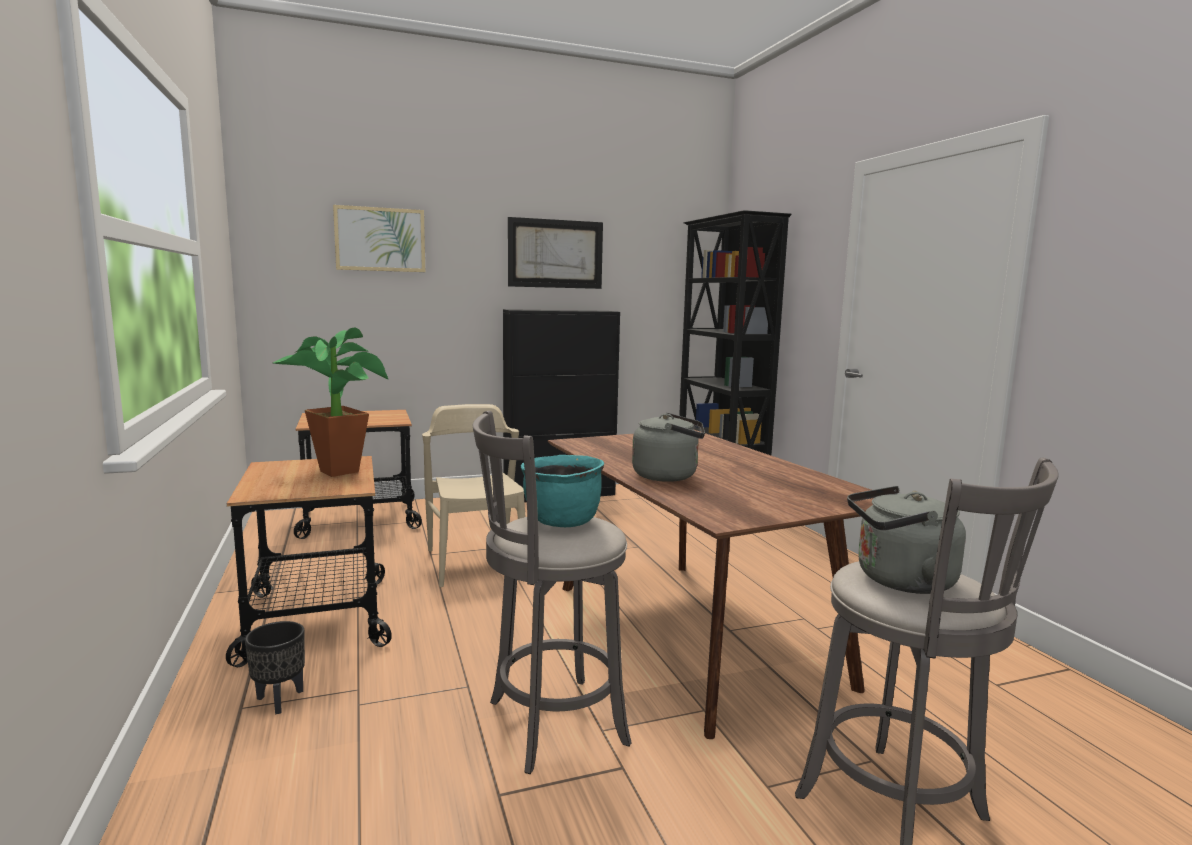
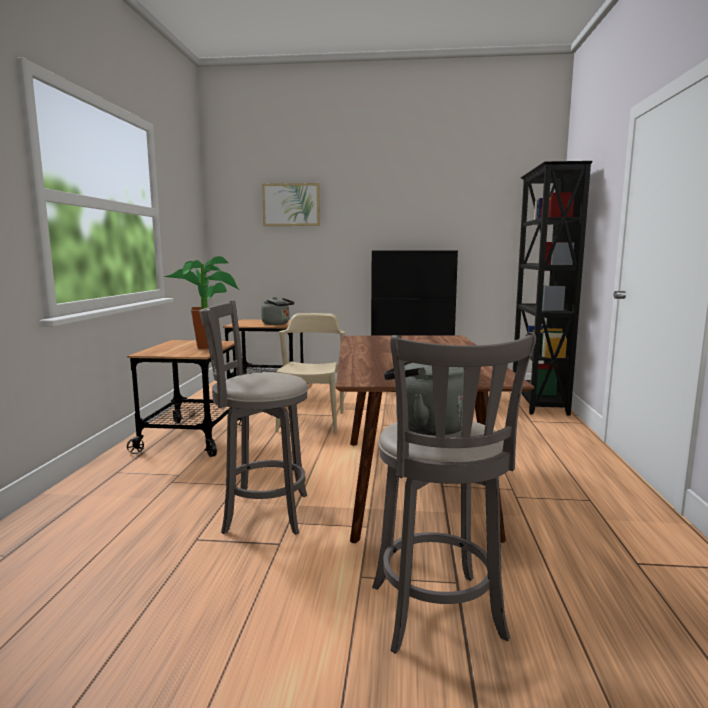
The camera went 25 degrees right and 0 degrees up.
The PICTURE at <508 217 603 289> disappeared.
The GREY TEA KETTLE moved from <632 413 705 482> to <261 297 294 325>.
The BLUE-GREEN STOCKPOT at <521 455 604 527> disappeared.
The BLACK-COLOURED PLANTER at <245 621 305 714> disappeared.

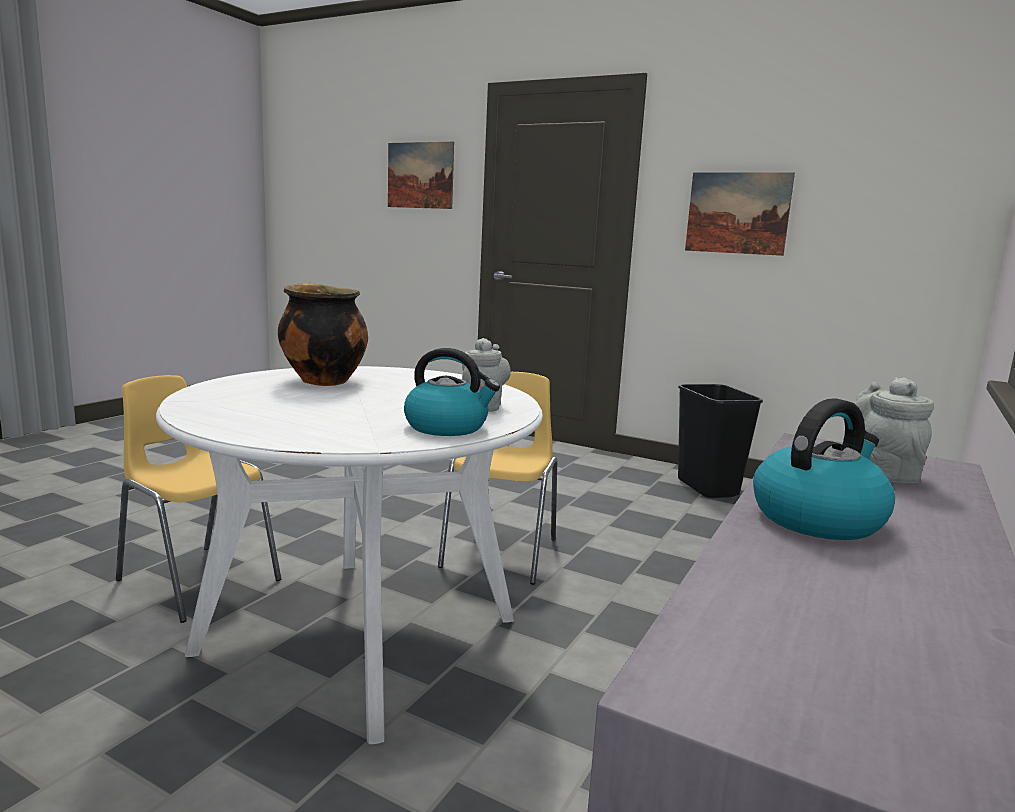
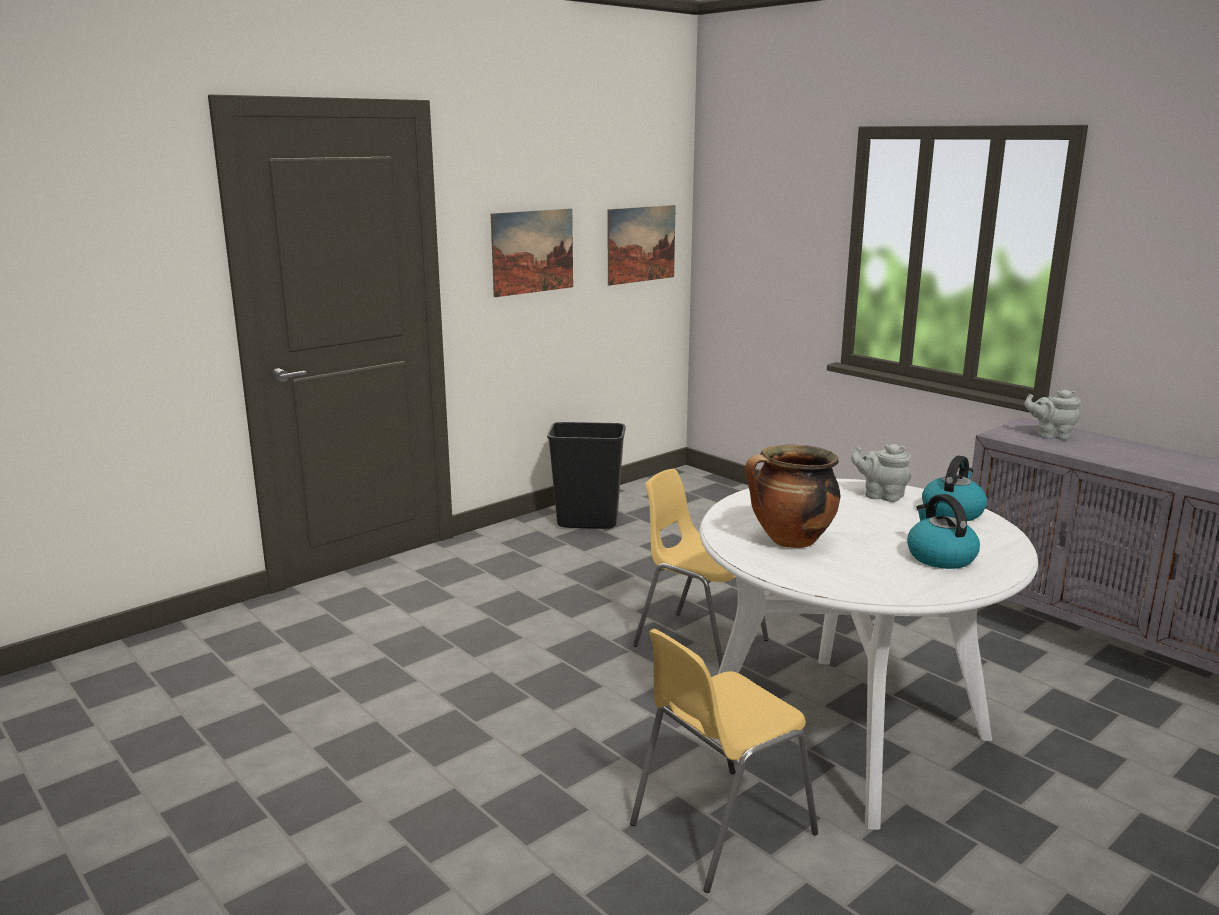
The camera went 70 degrees left and 5 degrees up.
The PICTURE moved from <388 142 454 209> to <608 205 676 286>.
The TEA KETTLE moved from <753 398 895 540> to <907 494 980 569>.

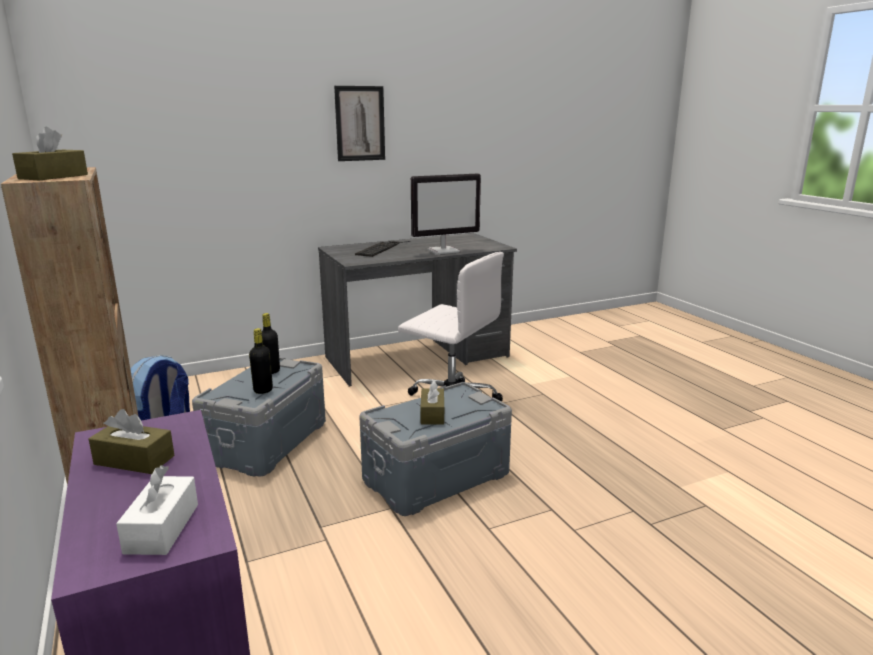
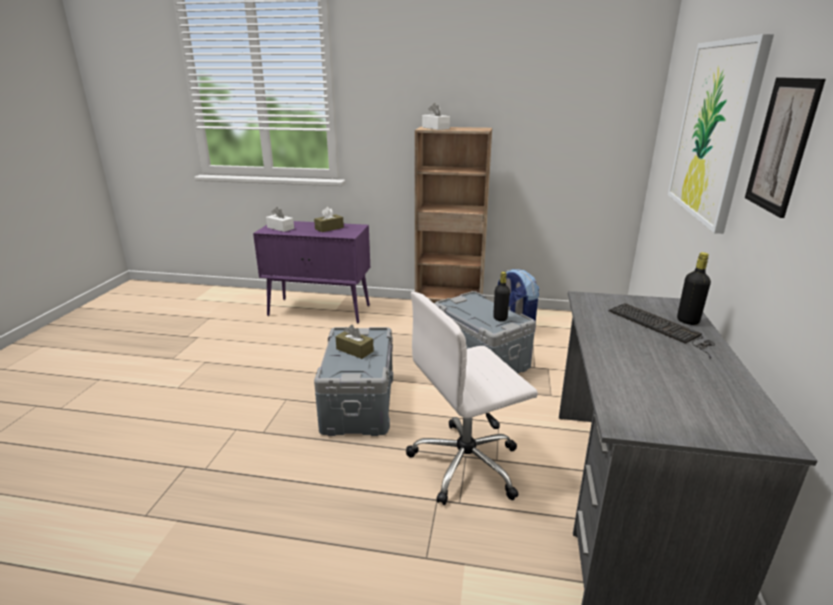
The camera went 125 degrees right and 5 degrees up.
The BROWN TISSUE HOLDER at <12 127 88 180> became the WHITE-COLOURED TISSUE HOLDER at <422 103 450 130>.
The MONITOR at <411 174 481 255> disappeared.
The BLACK-COLOURED BOTTLE moved from <249 328 273 394> to <677 252 711 325>.
The PICTURE at <668 34 774 234> appeared.

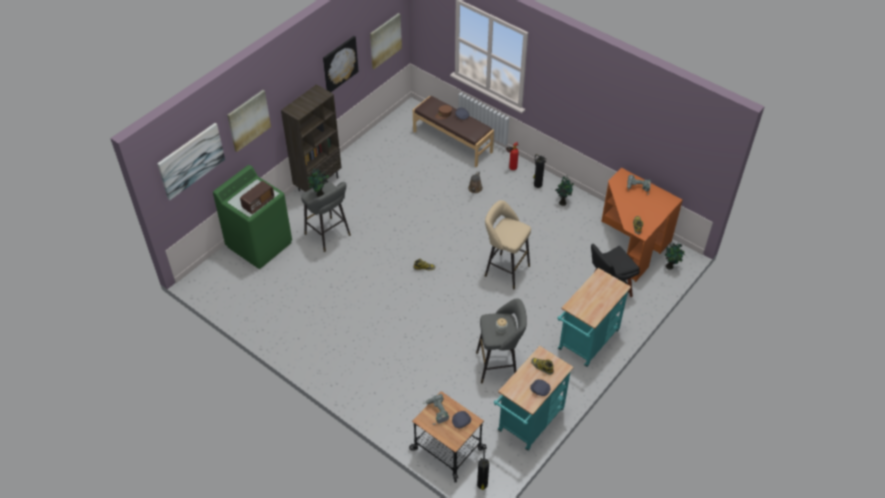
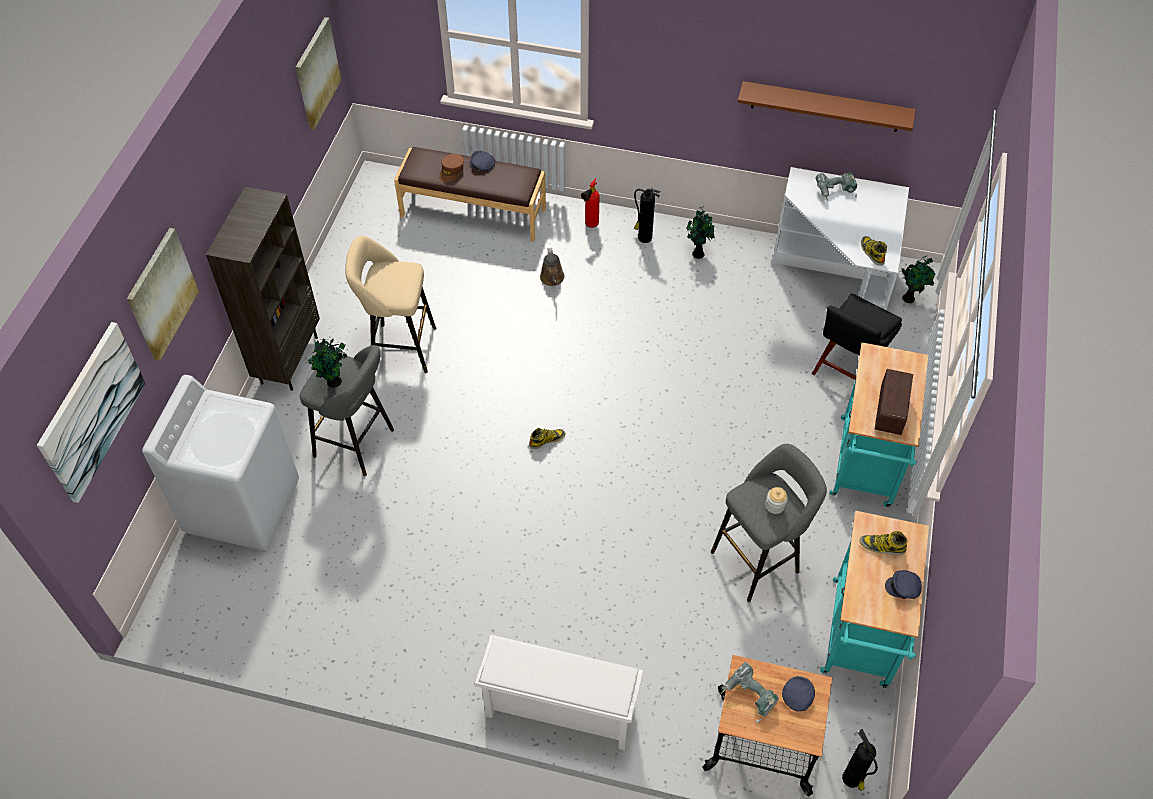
The camera went 25 degrees left and 5 degrees up.
The PICTURE at <323 36 359 92> disappeared.
The GREEN WASHING MACHINE at <213 165 292 269> became the WHITE-COLOURED WASHING MACHINE at <142 375 299 551>.
The ORANGEY DESK at <601 168 683 282> became the WHITE-COLOURED DESK at <772 167 909 310>.
The RADIO SET moved from <240 181 274 214> to <875 369 913 435>.
The BEIGE-COLOURED STOOL moved from <485 200 531 290> to <345 236 436 373>.
The BROWN BRACKET SHELF at <738 81 916 132> appeared.
The WHITE-COLOURED SHOE SHELF at <475 635 643 750> appeared.

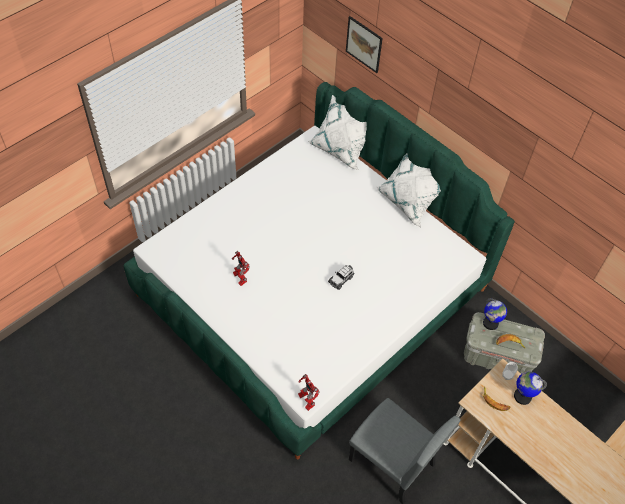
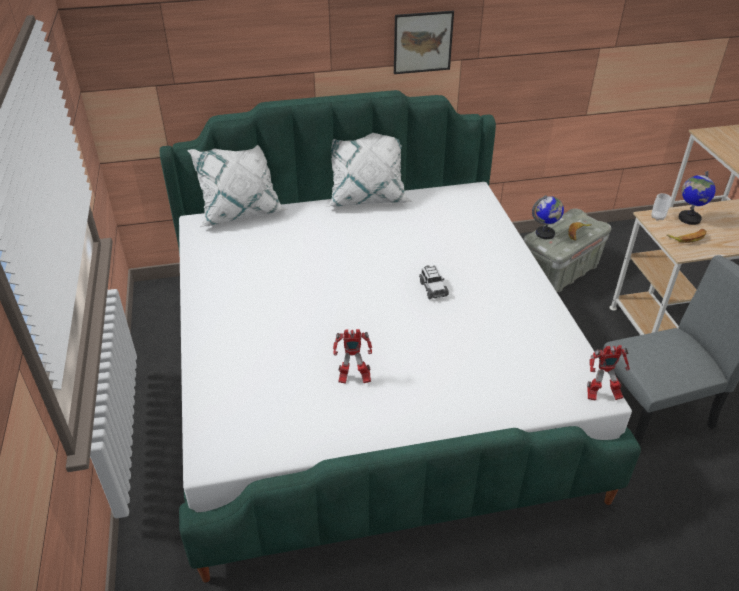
The camera went 55 degrees left and 15 degrees down.
The PICTURE moved from <346 16 383 73> to <394 11 454 74>.

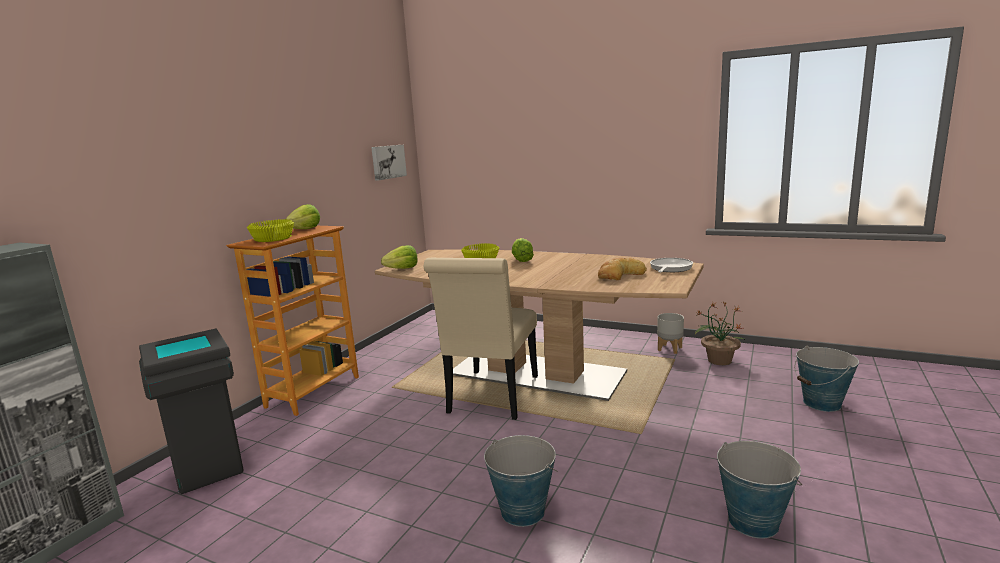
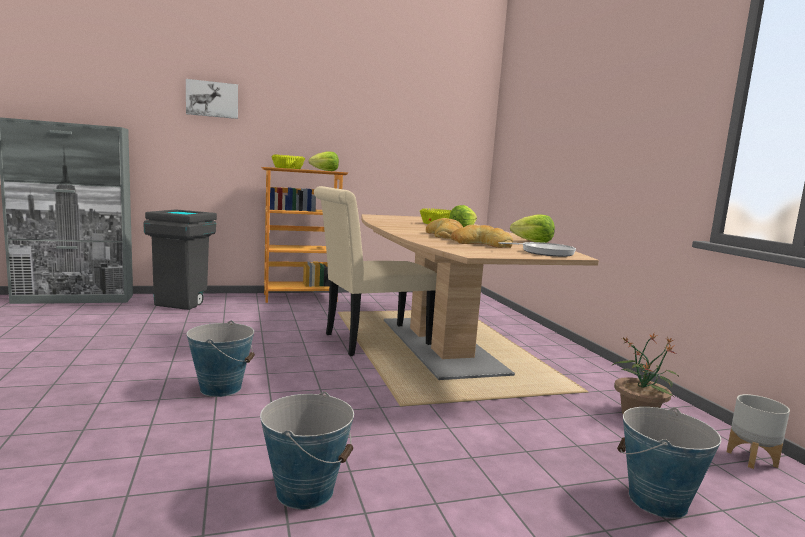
The camera went 45 degrees right and 5 degrees down.
The PICTURE moved from <371 145 407 181> to <186 79 238 119>.
The LETTUCE moved from <381 245 417 269> to <510 214 555 243>.
The GREY PLANTER moved from <657 313 684 354> to <727 394 790 469>.
The BREAD at <426 218 463 239> appeared.

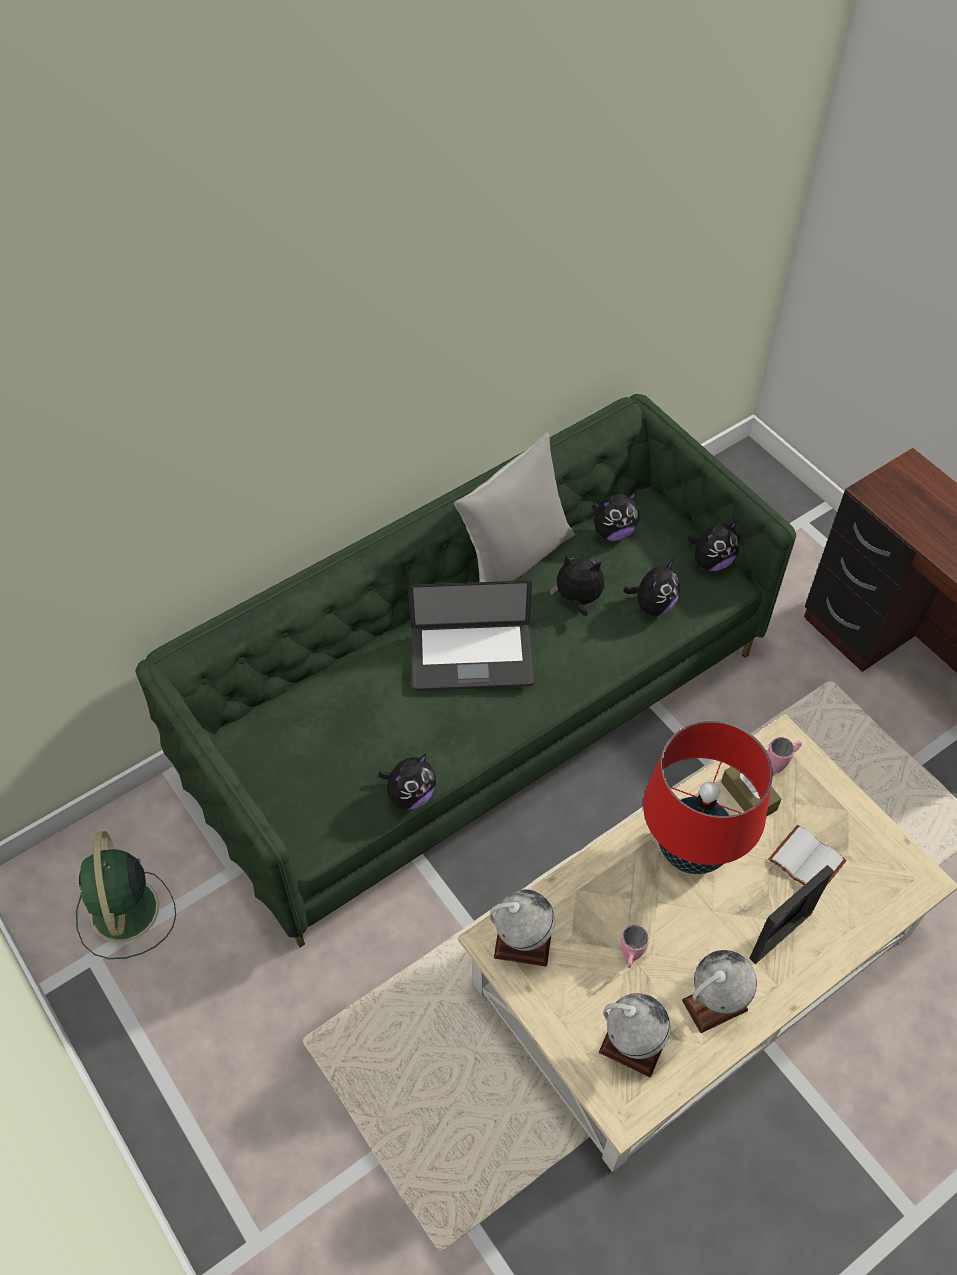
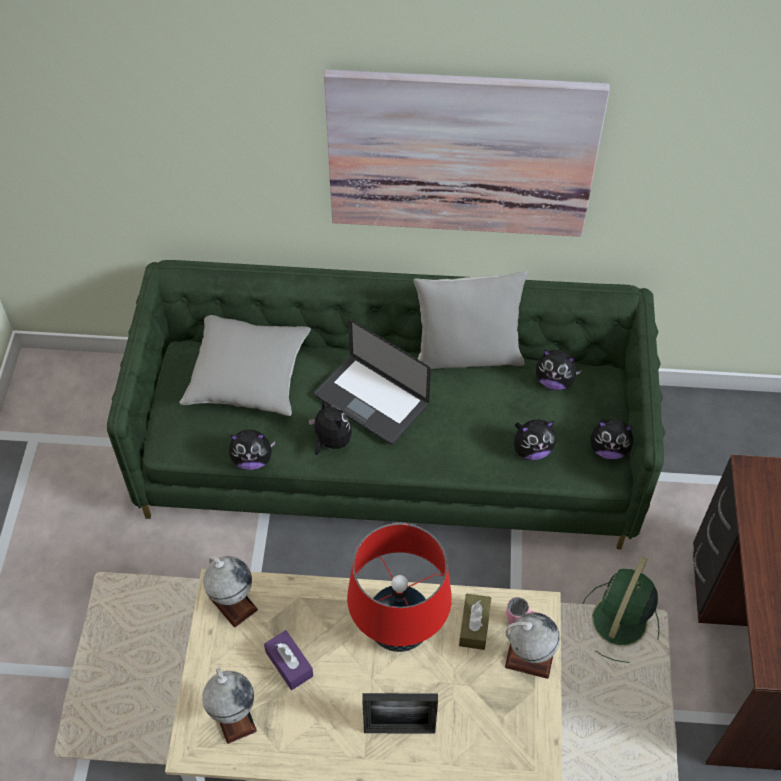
The camera went 40 degrees right and 0 degrees up.
The CUDDLY TOY moved from <550 555 604 616> to <308 399 352 455>.
The WHITE-COLOURED VOLUME at <768 825 847 886> disappeared.
The GREEN ELECTRIC FAN moved from <76 831 176 959> to <583 556 659 663>.
The PINKISH COFFEE MUG at <620 925 649 968> was replaced by the PURPLISH TISSUE HOLDER at <264 630 313 690>.
The WORLD GLOBE moved from <682 950 757 1033> to <505 613 560 679>.
The PICTURE at <324 69 610 237> appeared.
The GREY CUSHION at <180 315 311 416> appeared.

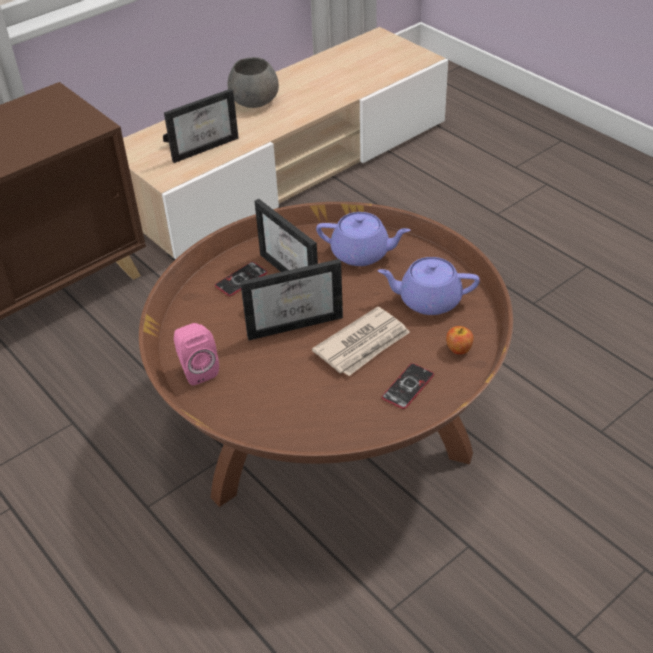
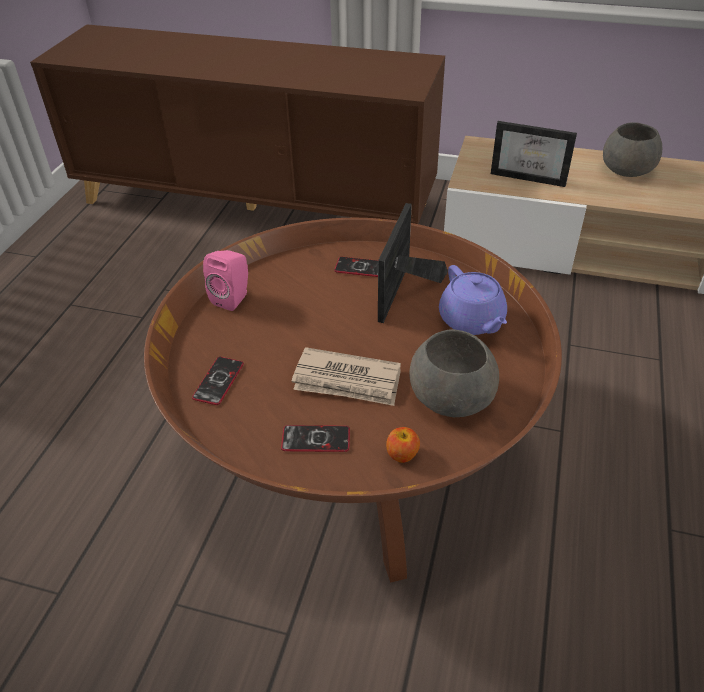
The camera went 55 degrees right and 0 degrees up.
The PURPLISH TEA POT at <378 257 480 315> was replaced by the GREY DEEP DISH at <409 329 499 417>.
The PHOTO FRAME at <240 259 343 340> disappeared.
The HANDSET at <192 357 244 405> appeared.

